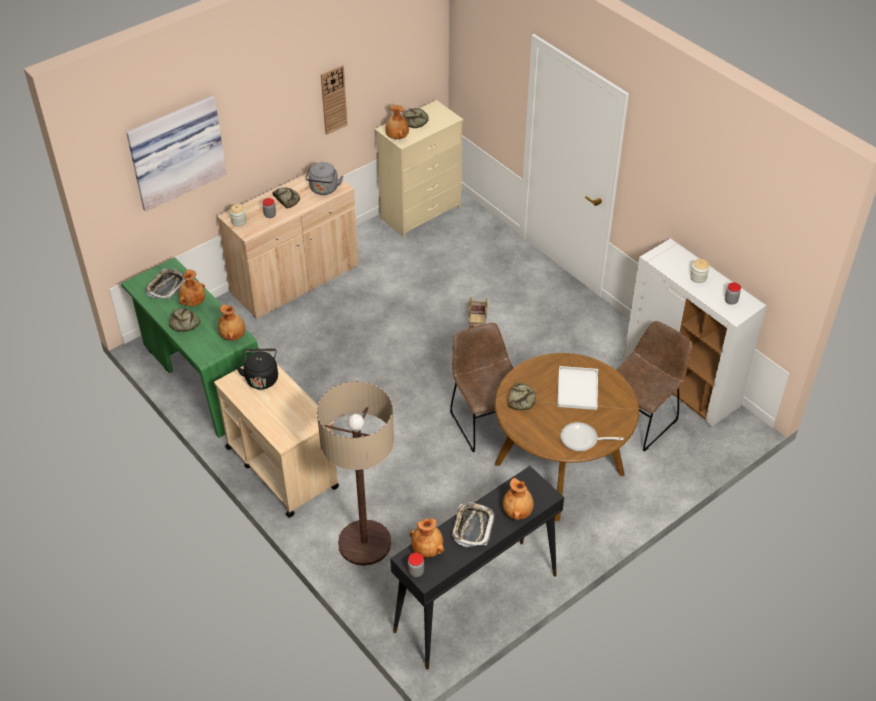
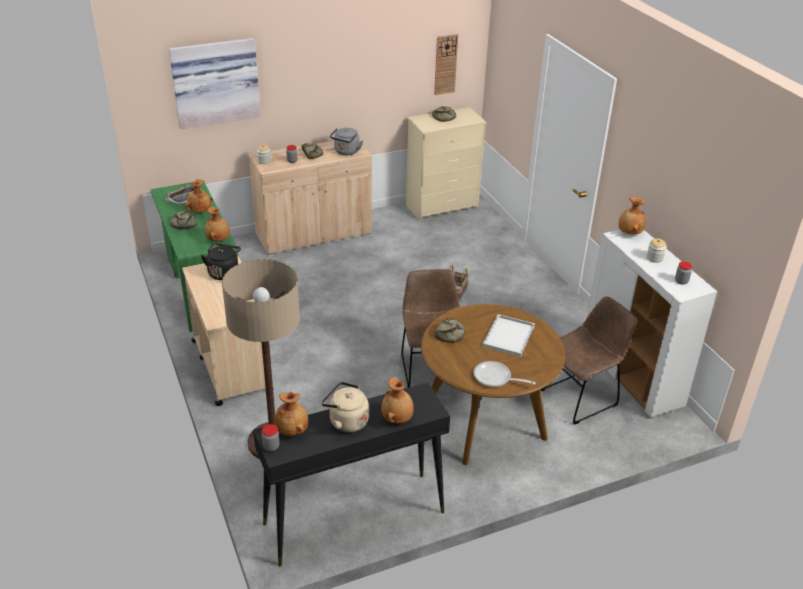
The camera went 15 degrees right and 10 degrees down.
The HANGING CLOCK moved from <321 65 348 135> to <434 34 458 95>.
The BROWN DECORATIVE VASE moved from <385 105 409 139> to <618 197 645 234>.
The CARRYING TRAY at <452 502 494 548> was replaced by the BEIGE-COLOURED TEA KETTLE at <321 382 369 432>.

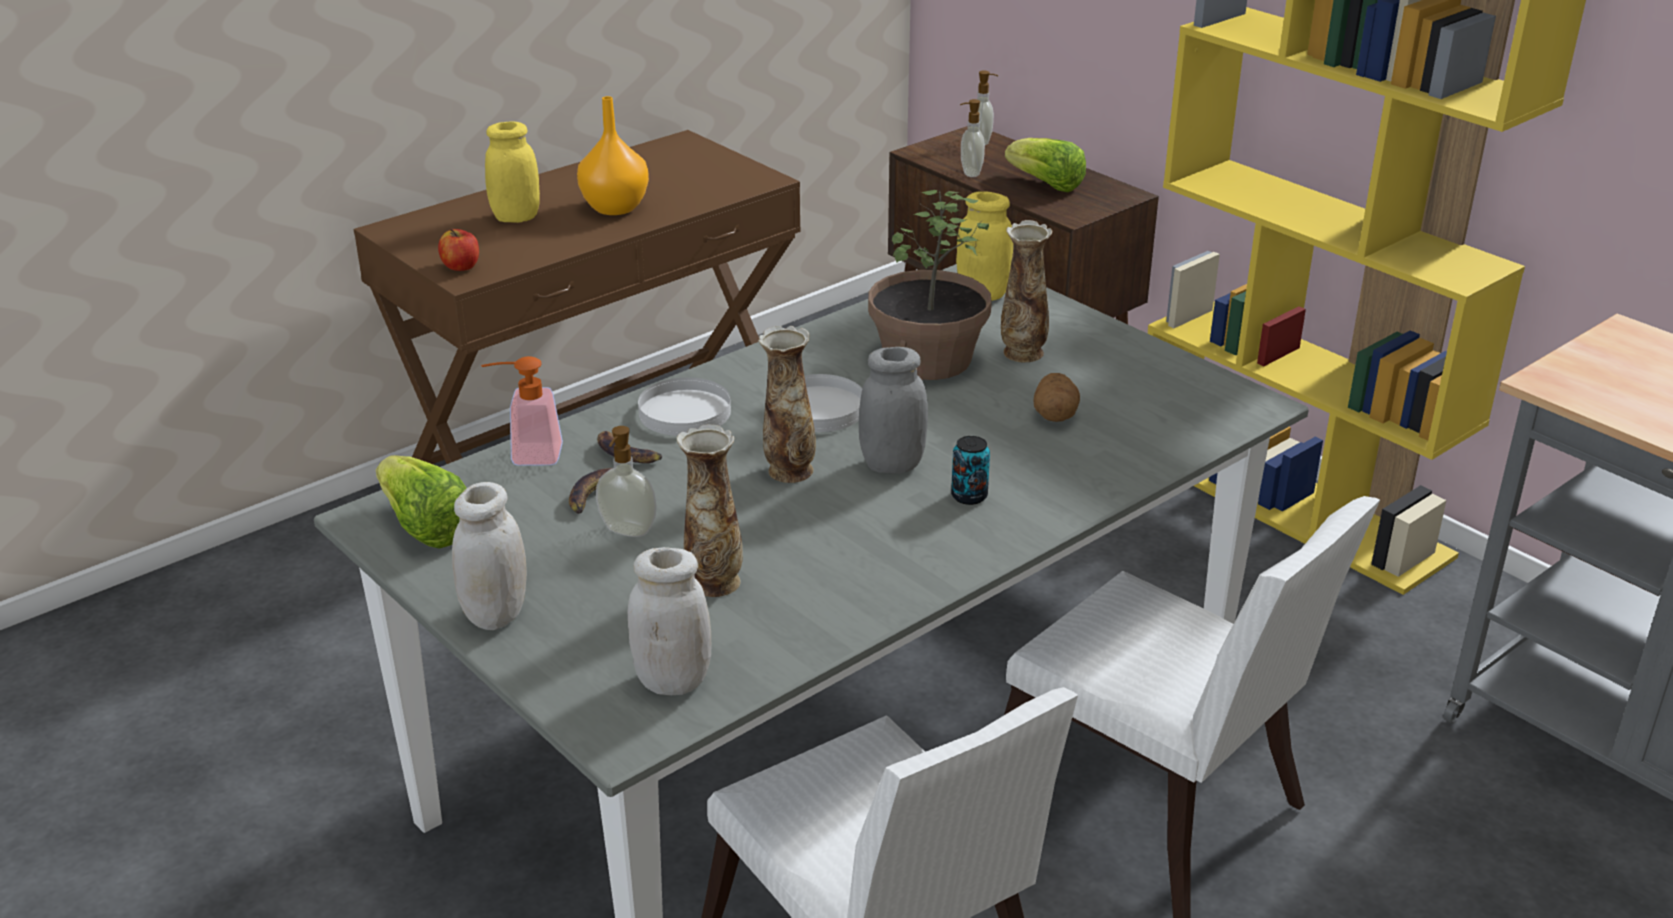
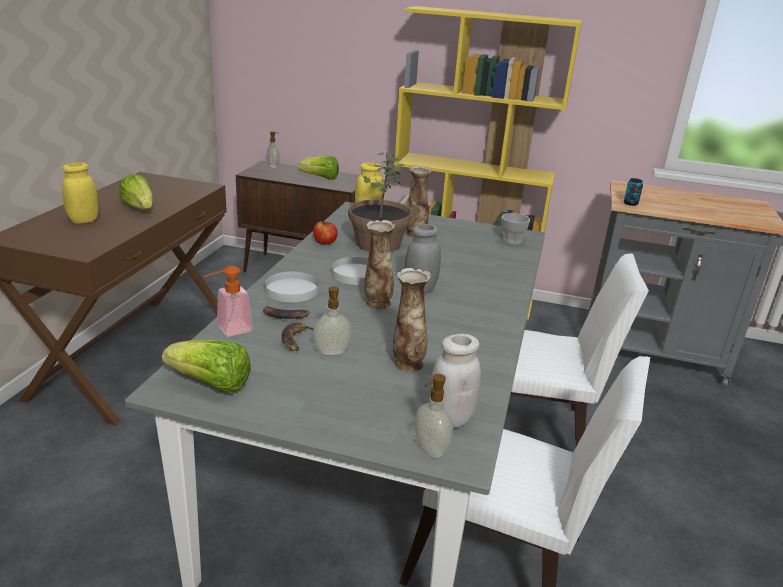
The camera went 35 degrees left and 5 degrees down.
The ORANGEY DECORATIVE VASE at <577 96 649 215> was replaced by the LETTUCE at <119 174 153 209>.
The SOAP DISPENSER moved from <960 99 985 177> to <415 374 453 459>.
The WHOLE APPLE moved from <438 229 479 271> to <313 221 338 245>.
The WHOLE POTATO at <1034 373 1080 422> disappeared.
The CAN moved from <951 436 990 505> to <624 178 643 206>.
The WHITE-COLOURED STORAGE JAR at <452 482 527 630> disappeared.
The DRINKING CUP at <502 213 530 245> appeared.

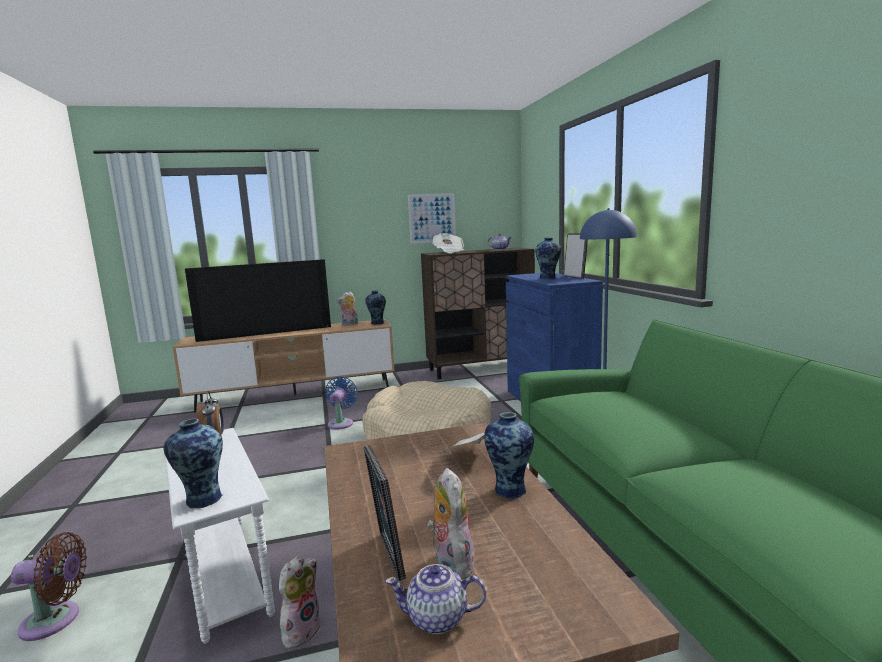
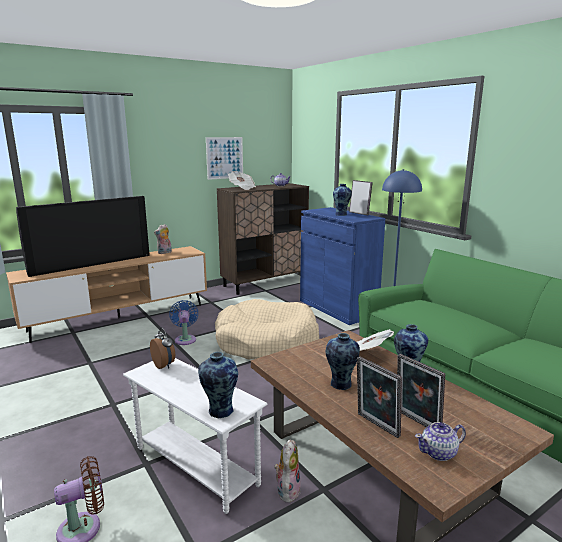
The camera went 20 degrees left and 5 degrees up.
The DECORATIVE VASE moved from <365 290 386 325> to <325 333 360 390>.
The CUDDLY TOY at <427 468 475 580> was replaced by the PHOTO FRAME at <397 354 445 427>.

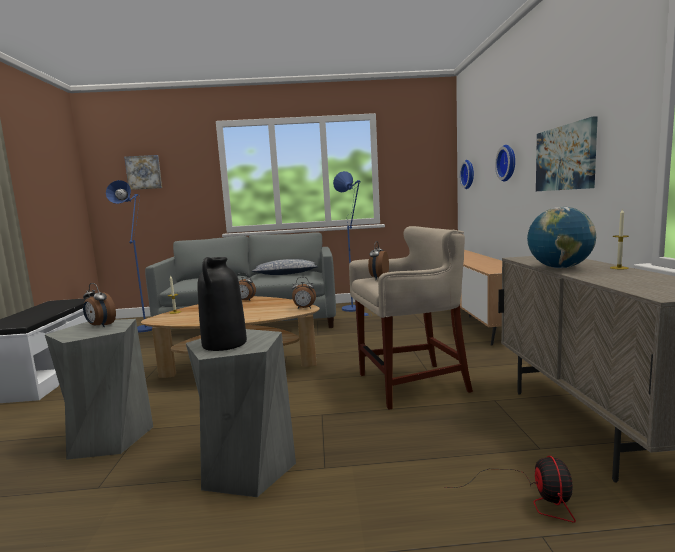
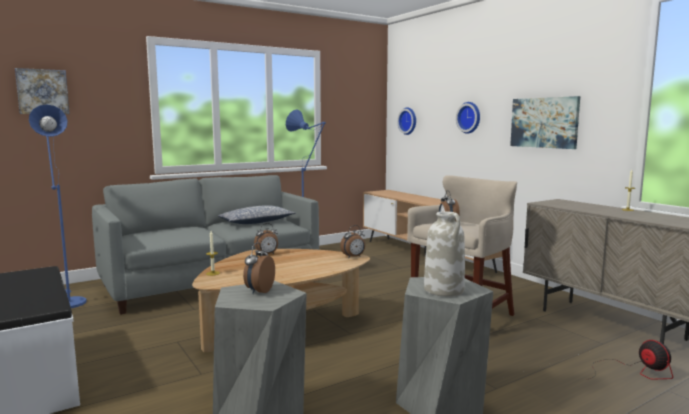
The camera went 30 degrees left and 0 degrees up.
The WORLD GLOBE at <527 207 596 268> disappeared.
The BLACK-COLOURED DECORATIVE VASE at <197 257 247 351> became the WHITE-COLOURED DECORATIVE VASE at <424 211 465 297>.
The TABLE CLOCK at <83 283 116 327> turned 105 degrees clockwise.

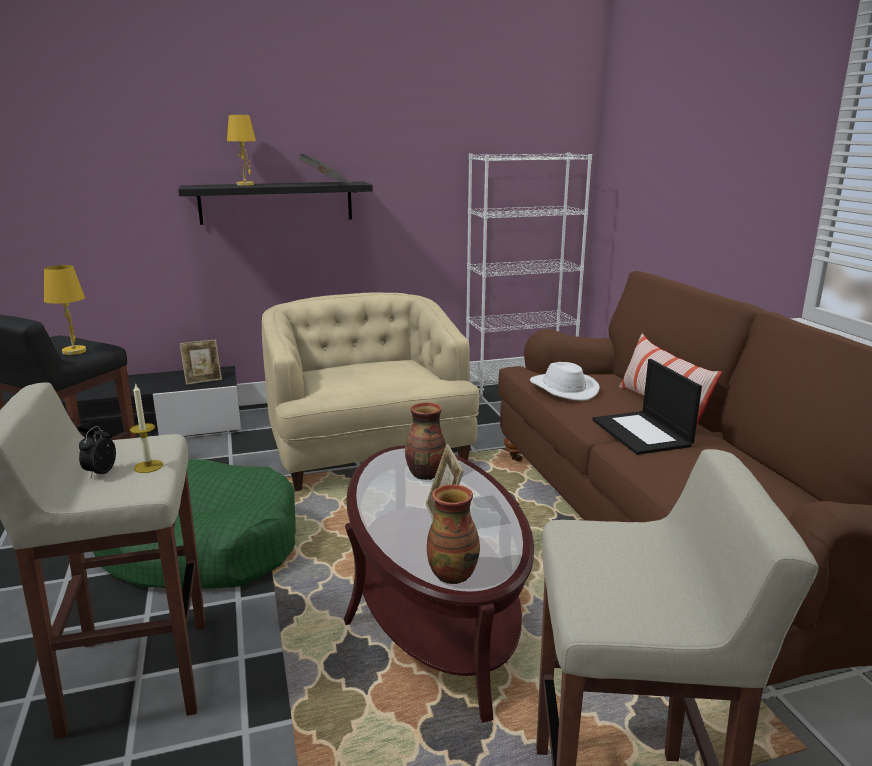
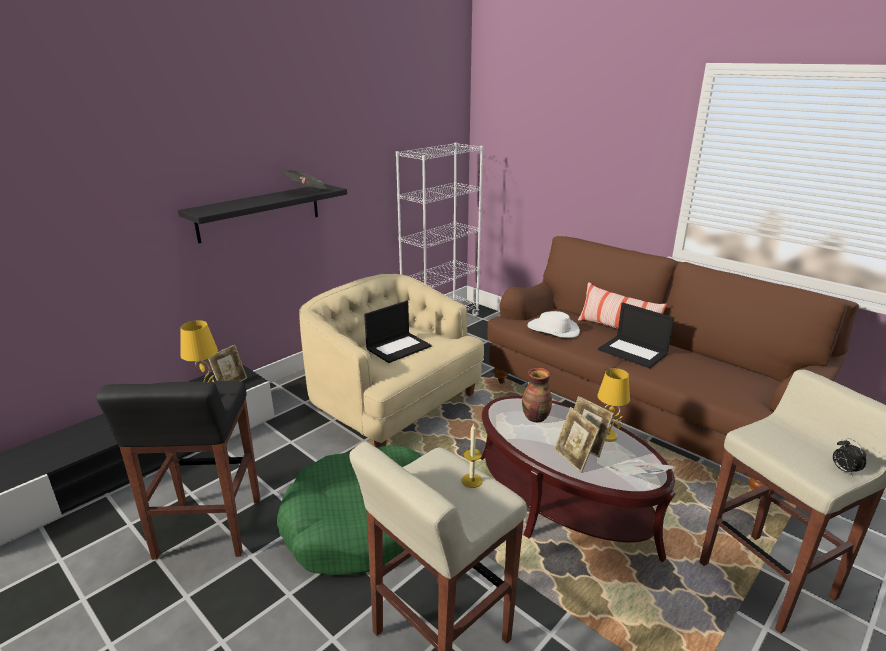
The camera went 30 degrees left and 5 degrees up.
The YELLOWISH LAMP FOR A TABLE moved from <227 115 256 186> to <597 368 630 442>.
The TABLE CLOCK moved from <79 426 116 478> to <833 438 866 477>.
The DECORATIVE VASE at <427 484 480 584> was replaced by the NEWSPAPER at <609 459 676 475>.
The LAPTOP at <364 301 432 363> appeared.
The PHOTO FRAME at <554 407 600 473> appeared.

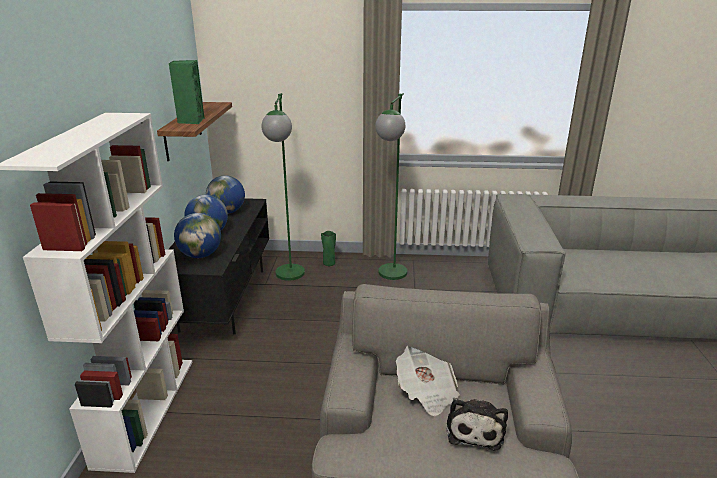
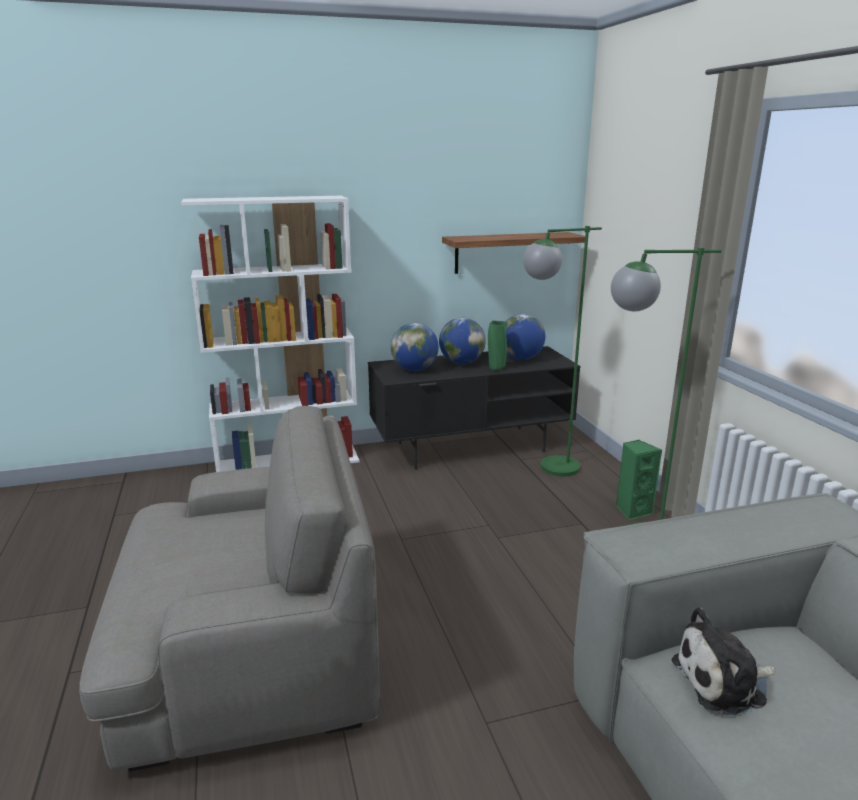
The camera went 70 degrees right and 5 degrees down.
The GREEN AUDIO SPEAKER moved from <168 60 205 124> to <616 440 662 520>.
The GREEN DECORATIVE VASE moved from <321 231 336 266> to <488 321 508 371>.
The NEWSPAPER at <396 346 460 416> disappeared.
The CUDDLY TOY moved from <447 399 508 451> to <672 607 775 715>.

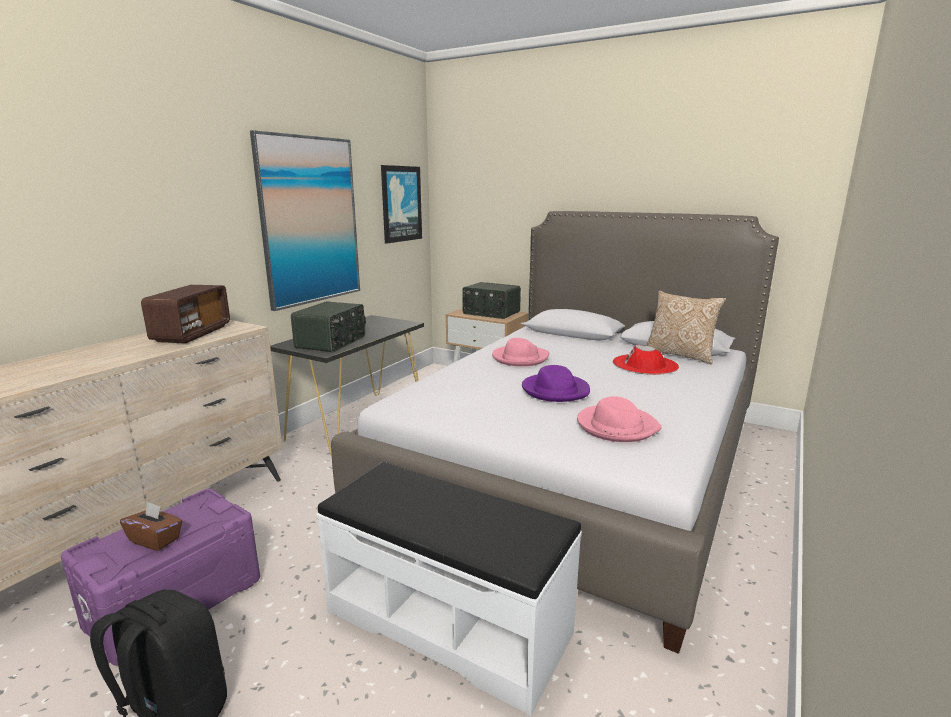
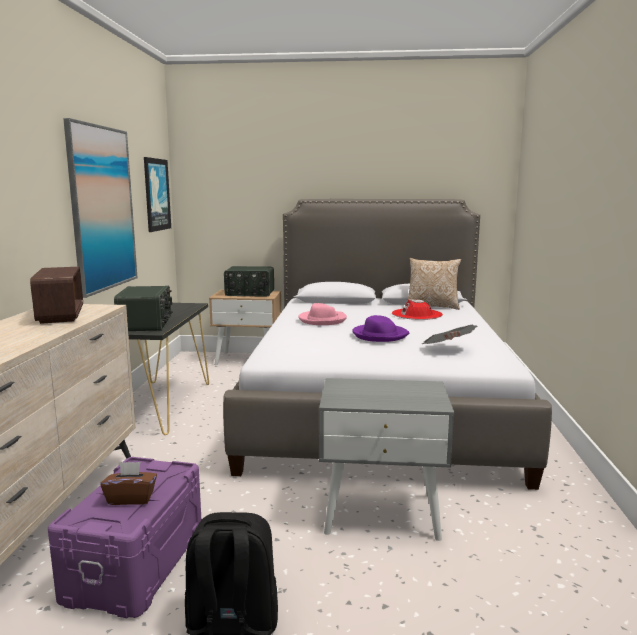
The camera went 25 degrees left and 5 degrees down.
The PINKISH CLOTHING HAT at <577 396 662 442> was replaced by the NEWSPAPER at <422 325 478 344>.
The WHITE-COLOURED INDOOR BENCH at <316 462 582 716> was replaced by the GREY BEDSIDE TABLE at <319 378 454 541>.

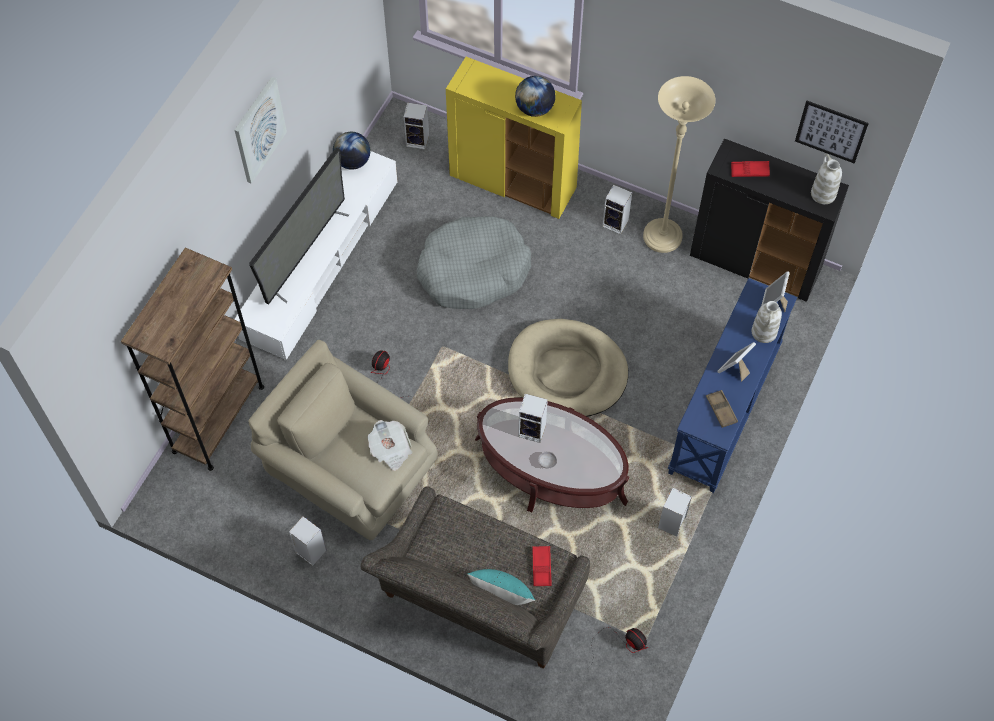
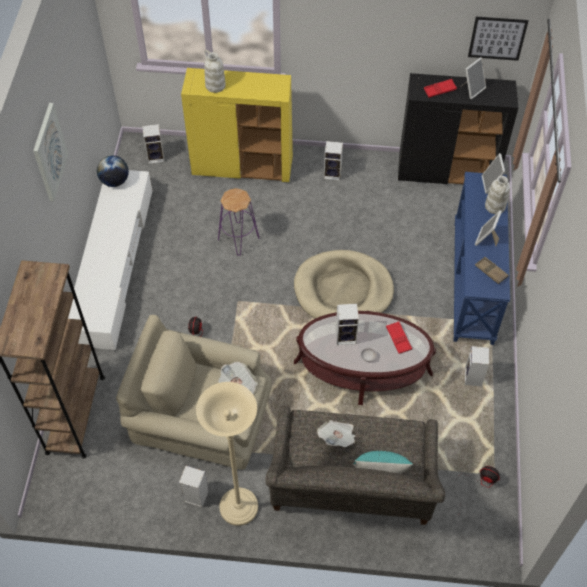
The camera went 20 degrees left and 5 degrees down.
The WORLD GLOBE at <515 76 556 117> disappeared.
The BEIGE-COLOURED STANDING LAMP moved from <643 76 716 253> to <196 382 258 526>.
The TELEVISION at <249 148 349 304> disappeared.
The WHITE-COLOURED DECORATIVE VASE moved from <811 154 842 204> to <204 50 226 93>.
The GREY PET BED at <417 216 531 309> was replaced by the PURPLISH STOOL at <218 188 259 256>.
The RED-COLOURED CARRYING TRAY moved from <532 546 552 586> to <386 321 412 354>.
The PHOTO FRAME at <462 57 486 99> appeared.
The NEWSPAPER at <317 420 355 447> appeared.

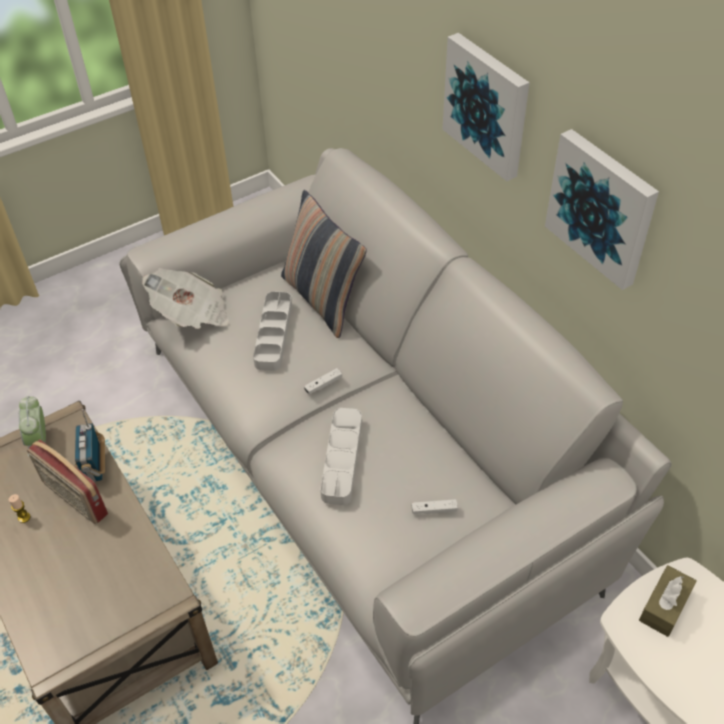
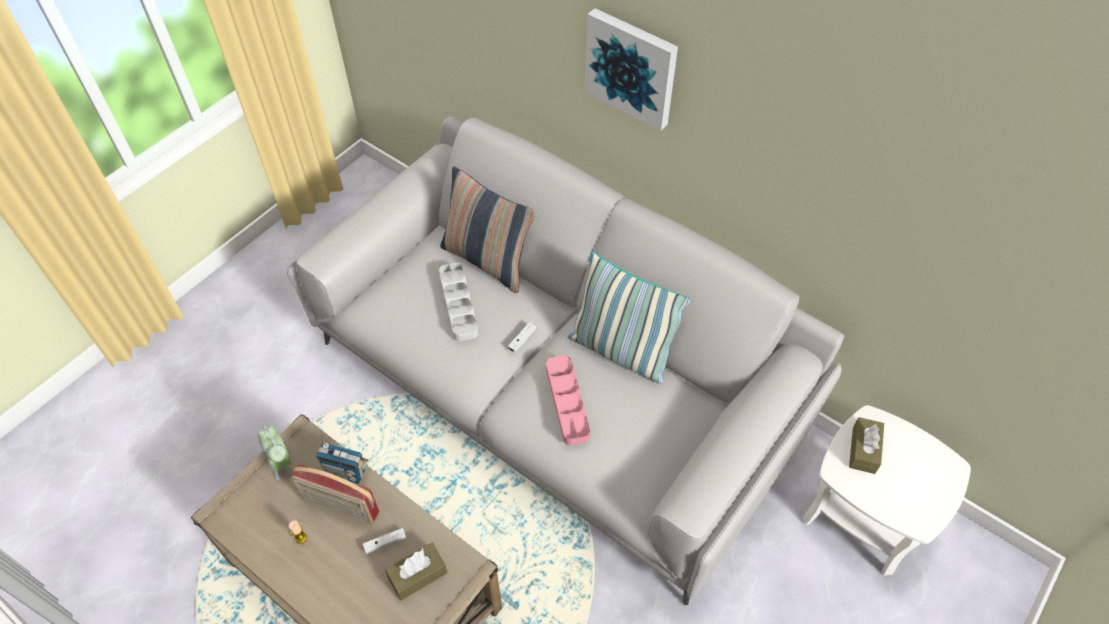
The camera went 20 degrees left and 5 degrees up.
The PICTURE at <545 129 659 290> disappeared.
The NEWSPAPER at <142 268 229 329> disappeared.
The GREY CARRYING TRAY at <320 408 362 505> became the PINKISH CARRYING TRAY at <546 355 590 446>.
The RADIO SET at <75 409 105 482> turned 45 degrees counterclockwise.
The WHITE-COLOURED GAMEPAD moved from <412 499 458 514> to <363 528 406 554>.
The CUSHION at <568 251 691 384> appeared.
The BROWN TISSUE HOLDER at <385 543 447 600> appeared.

